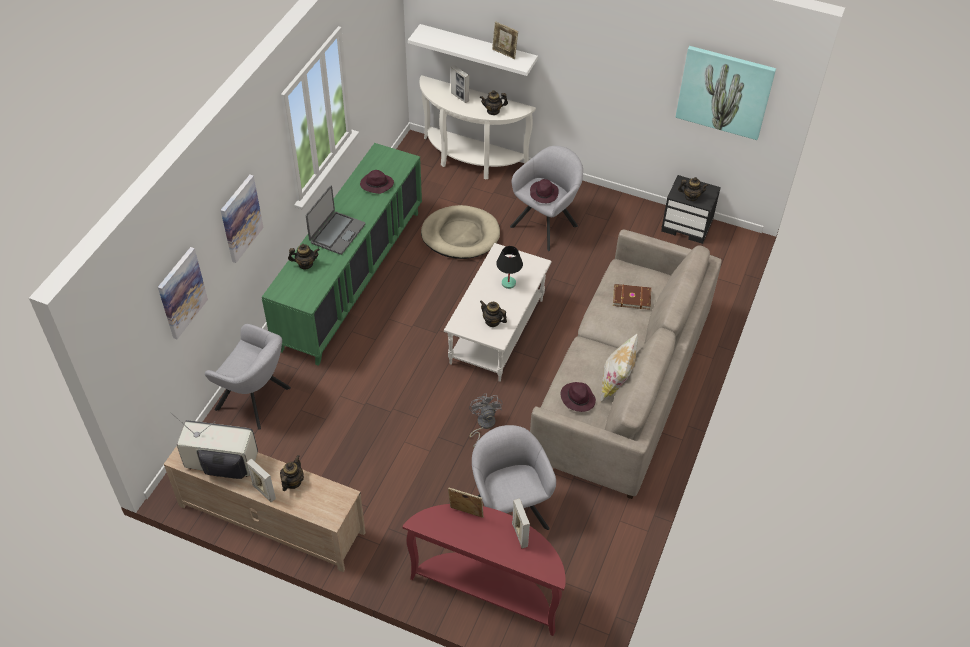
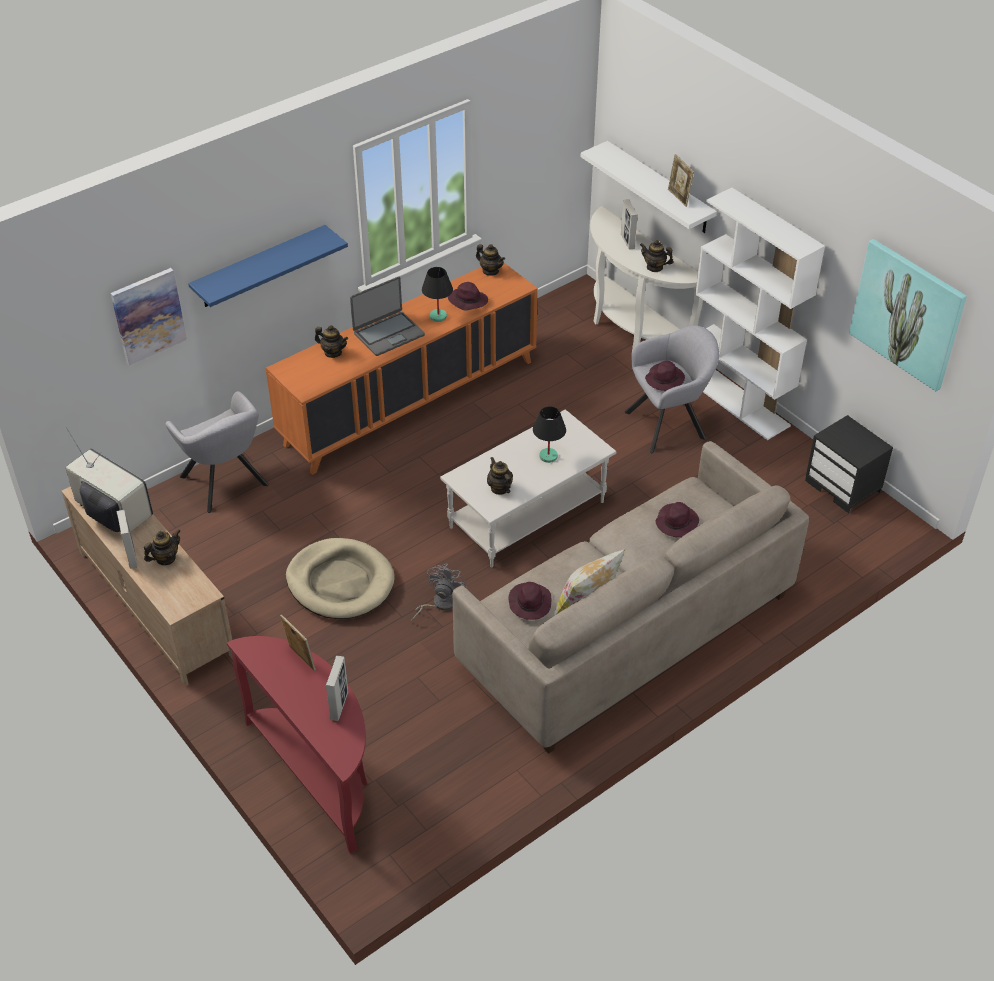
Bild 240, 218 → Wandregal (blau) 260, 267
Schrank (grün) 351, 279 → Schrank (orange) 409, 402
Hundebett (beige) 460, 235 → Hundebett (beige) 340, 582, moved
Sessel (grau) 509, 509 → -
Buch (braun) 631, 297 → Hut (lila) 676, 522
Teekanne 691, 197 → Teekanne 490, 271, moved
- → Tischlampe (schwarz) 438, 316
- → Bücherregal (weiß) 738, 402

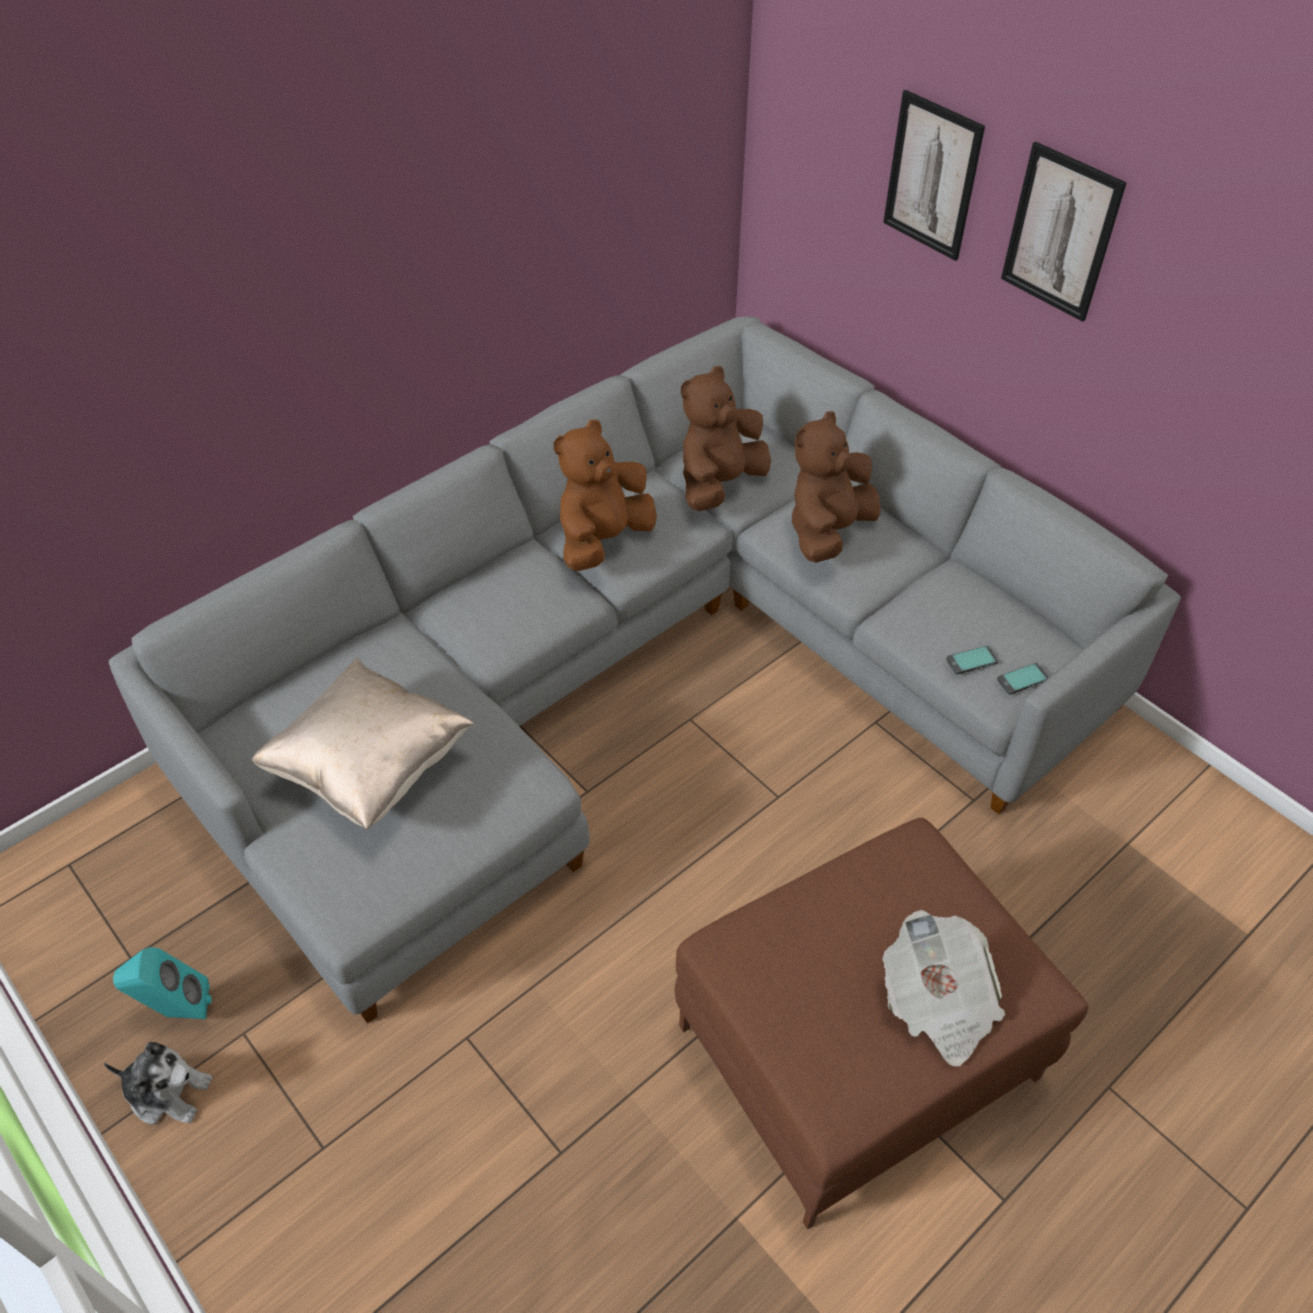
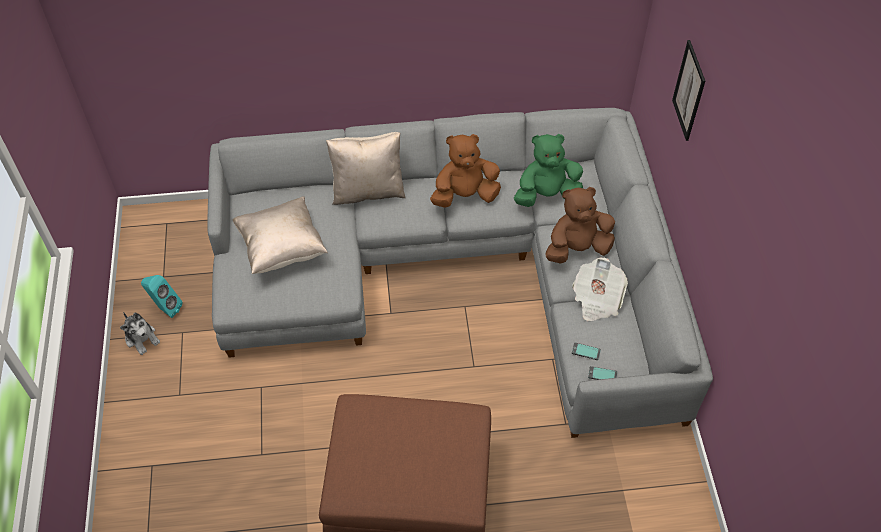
Plüschtier (braun) 719, 484 → Plüschtier (grün) 546, 195
Zeitung 938, 1003 → Zeitung 597, 299, moved
Bild 1061, 232 → -
- → Kissen (beige) 368, 191

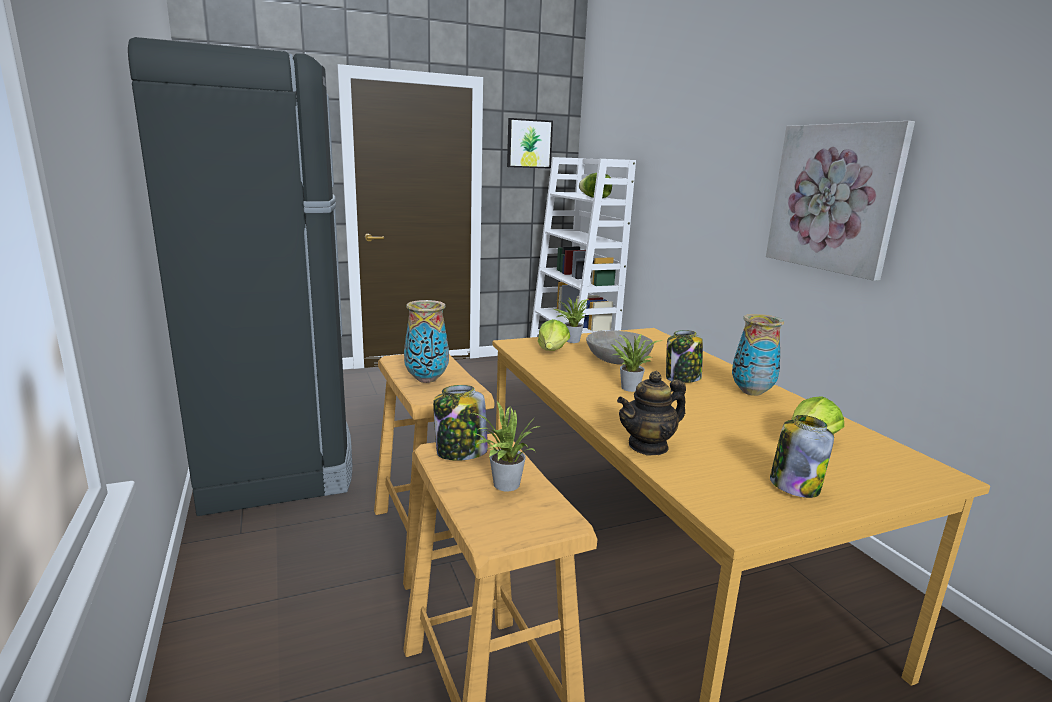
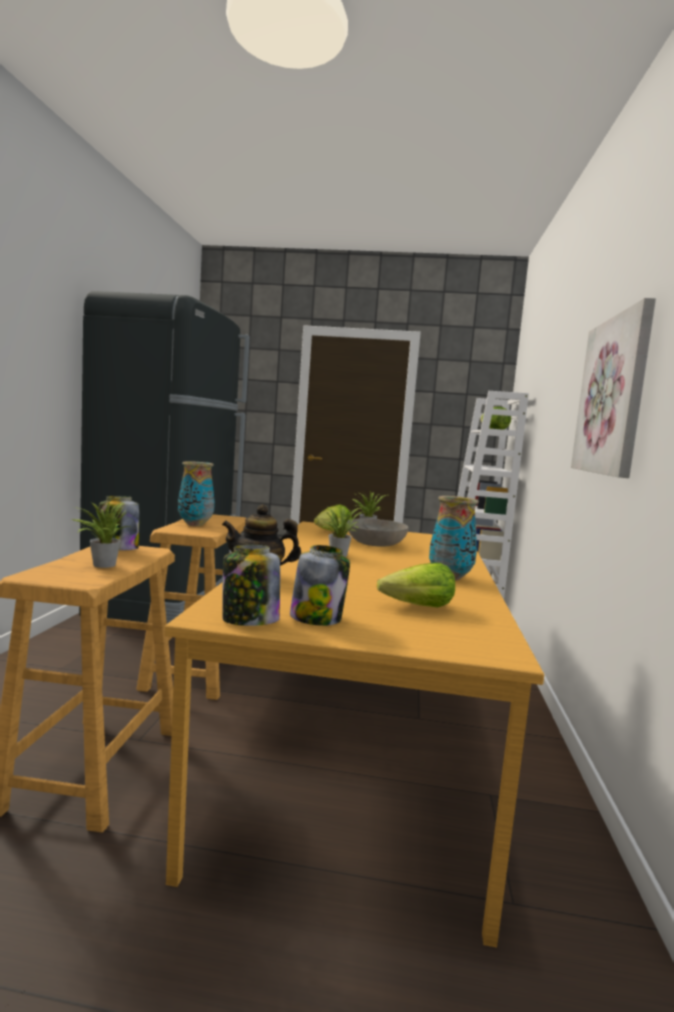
Bild 529, 143 → -
Vorratsglas 682, 378 → Vorratsglas 249, 620, moved

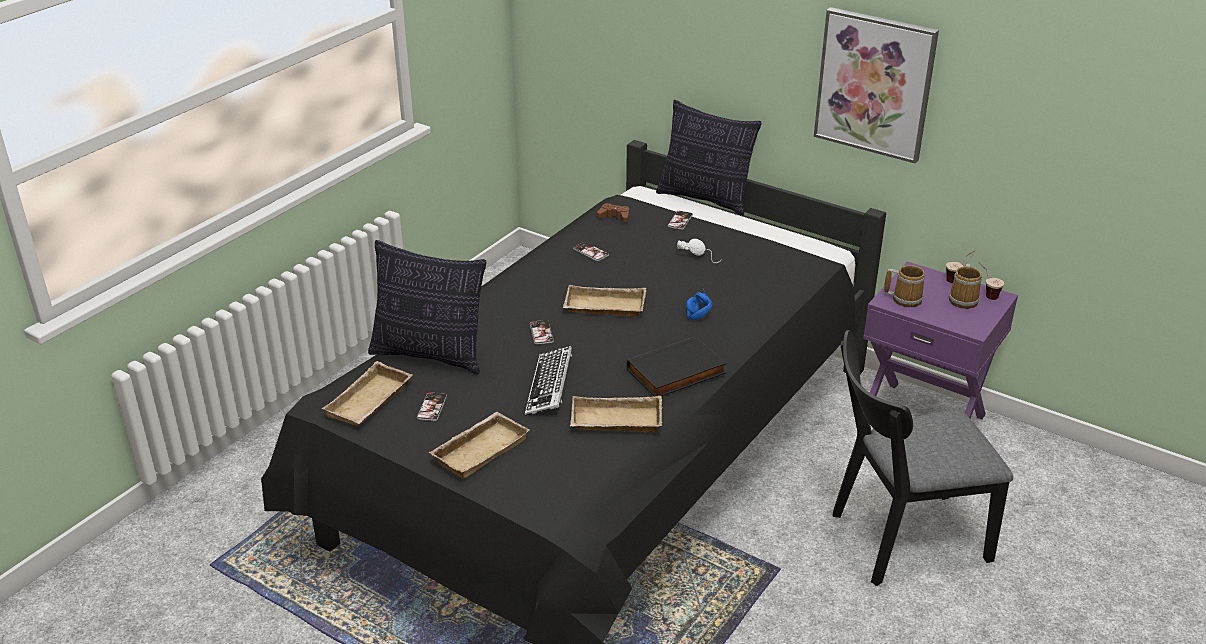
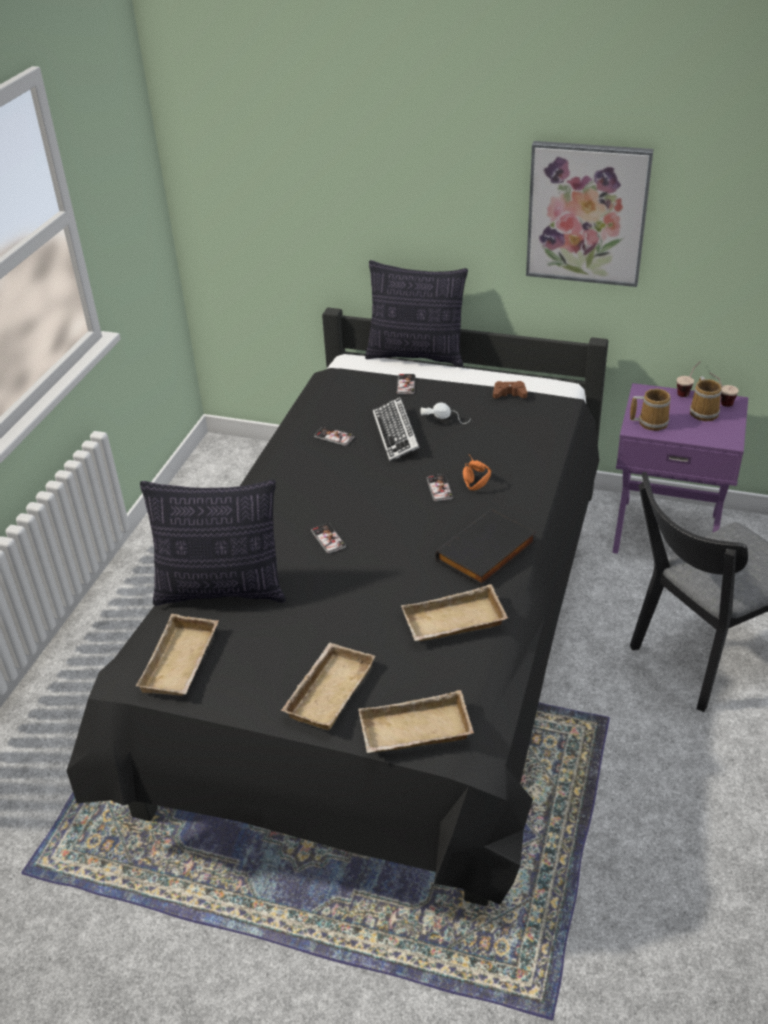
Handy 432, 407 → Handy 439, 488, moved
Tastatur 549, 386 → Tastatur 396, 434, moved
Tablett (beige) 603, 308 → Tablett (beige) 414, 733, moved
Gamepad (braun) 614, 217 → Gamepad (braun) 509, 394, moved
Kopfhörer (blau) 696, 308 → Kopfhörer (orange) 470, 477

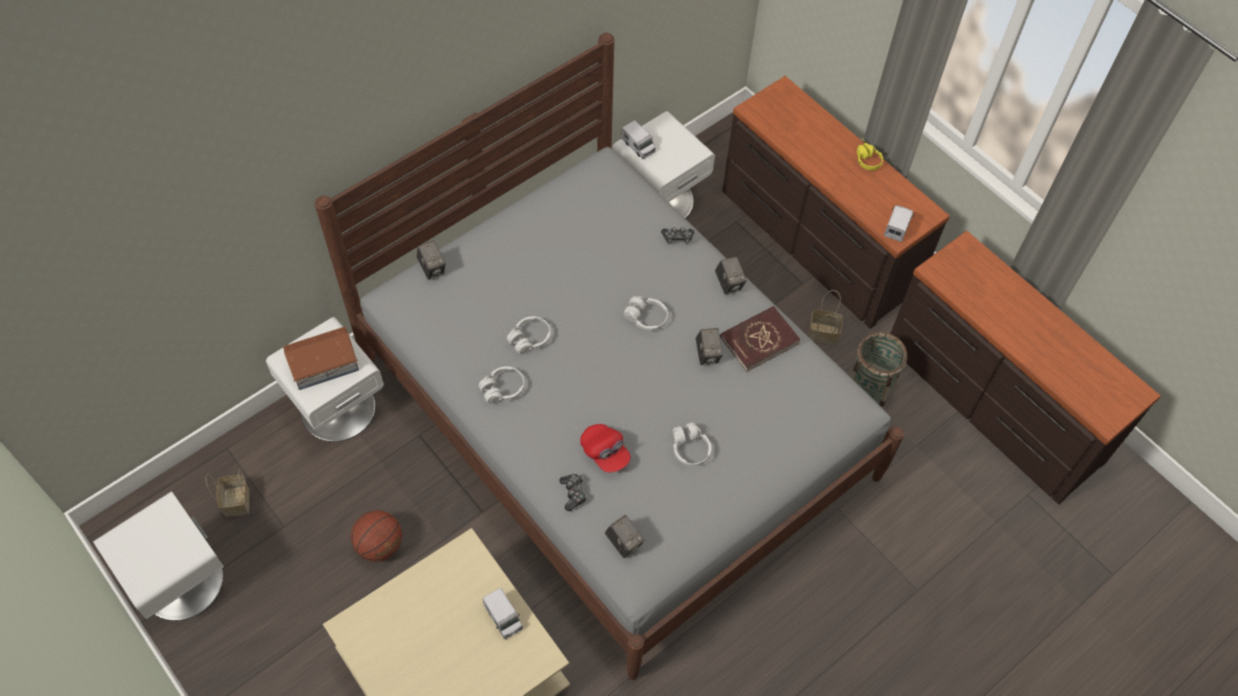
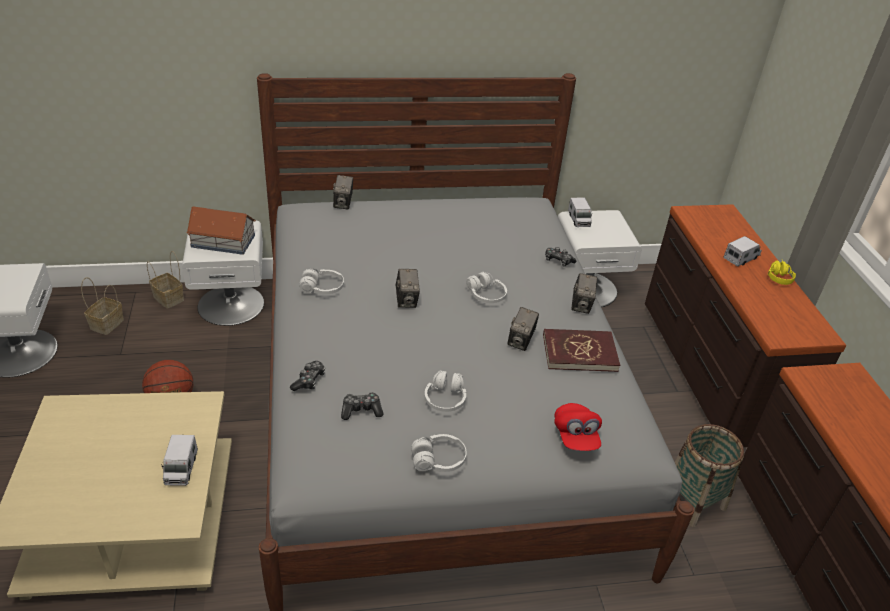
Kopfhörer (weiß) 529, 339 → Kopfhörer (weiß) 438, 460, moved
Kappe (rot) 605, 453 → Kappe (rot) 575, 436, moved
Kamera 624, 543 → Kamera 407, 300, moved
Korb 824, 333 → Korb 169, 299, moved
Spielzeuglaster 897, 226 → Spielzeuglaster 741, 258, moved
- → Gamepad 361, 410

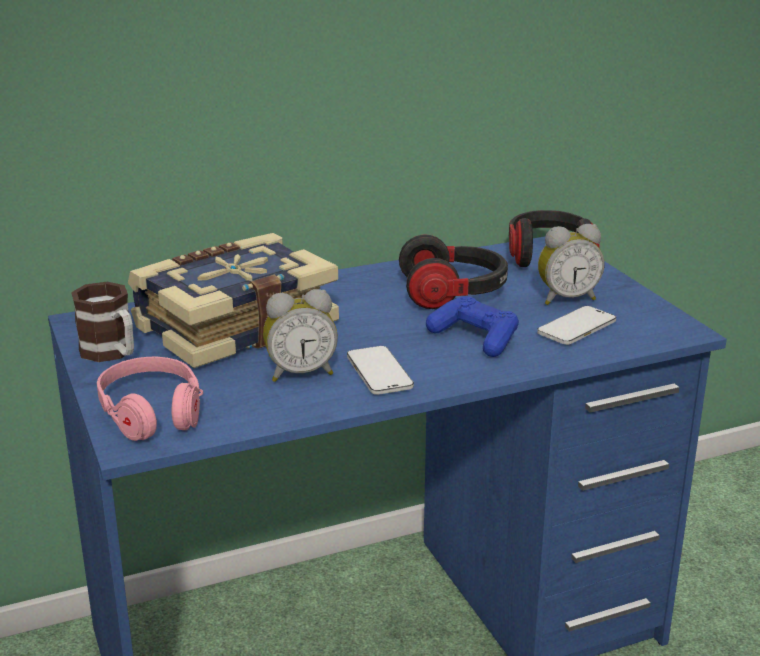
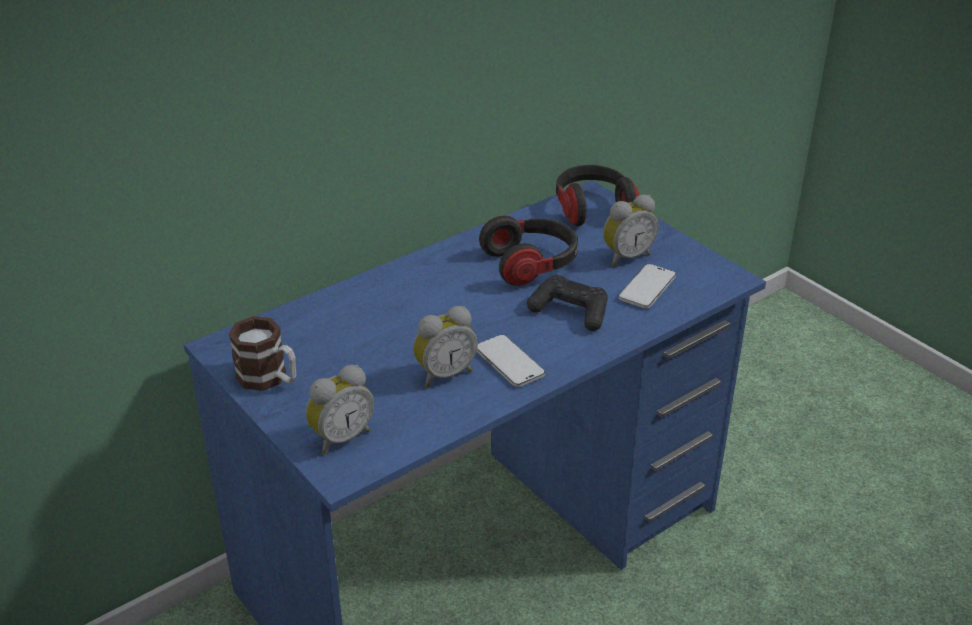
Kopfhörer (rosa) 152, 412 → Wecker 340, 437
Buch 233, 324 → -
Gamepad (blau) 475, 338 → Gamepad (schwarz) 570, 312

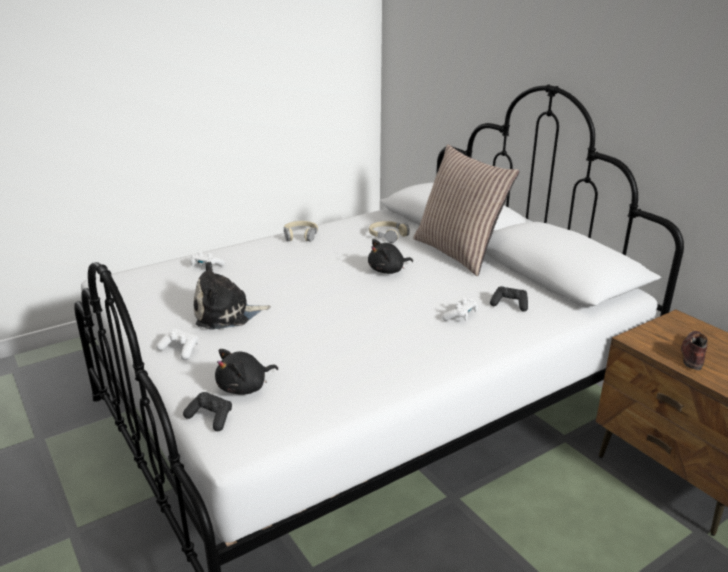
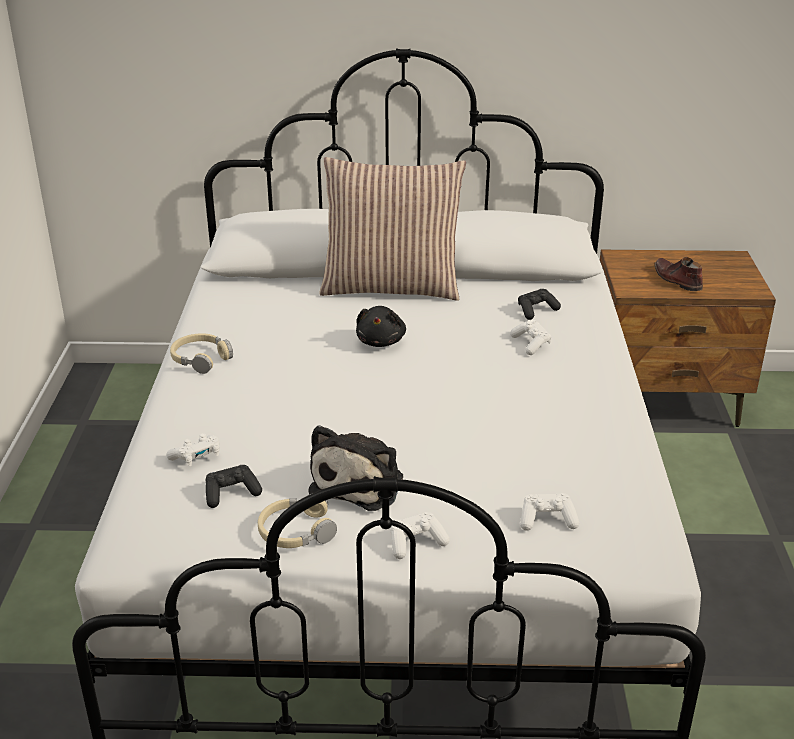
Gamepad (schwarz) 210, 418 → Gamepad (schwarz) 231, 493, moved
Plüschtier (schwarz) 245, 387 → Gamepad (weiß) 547, 520
Kopfhörer (beige) 387, 235 → Kopfhörer (beige) 296, 531, moved

